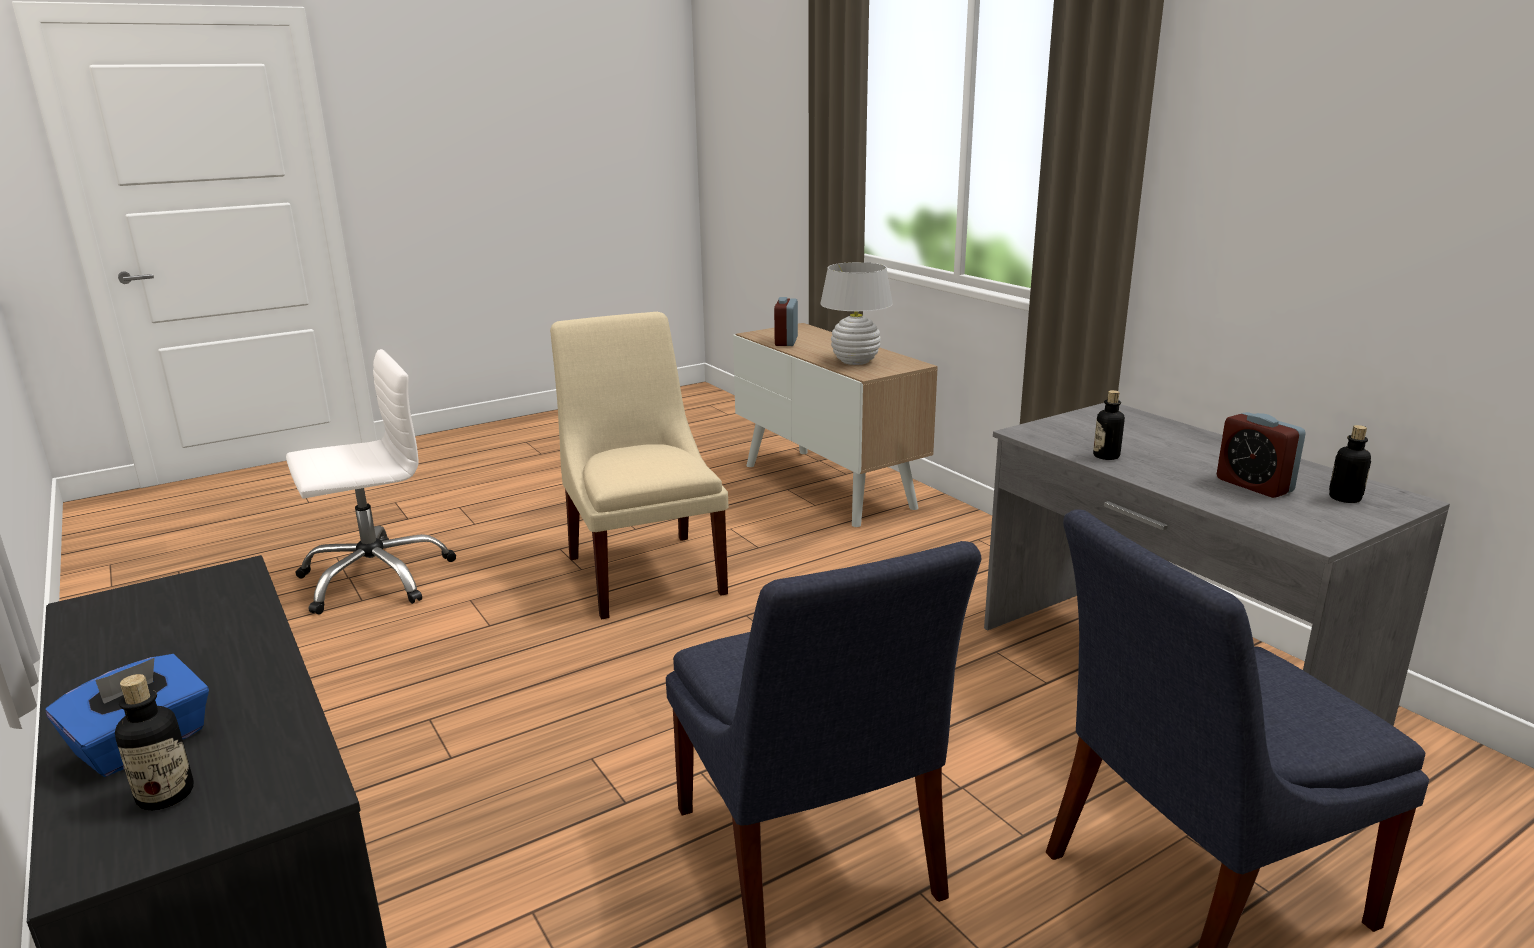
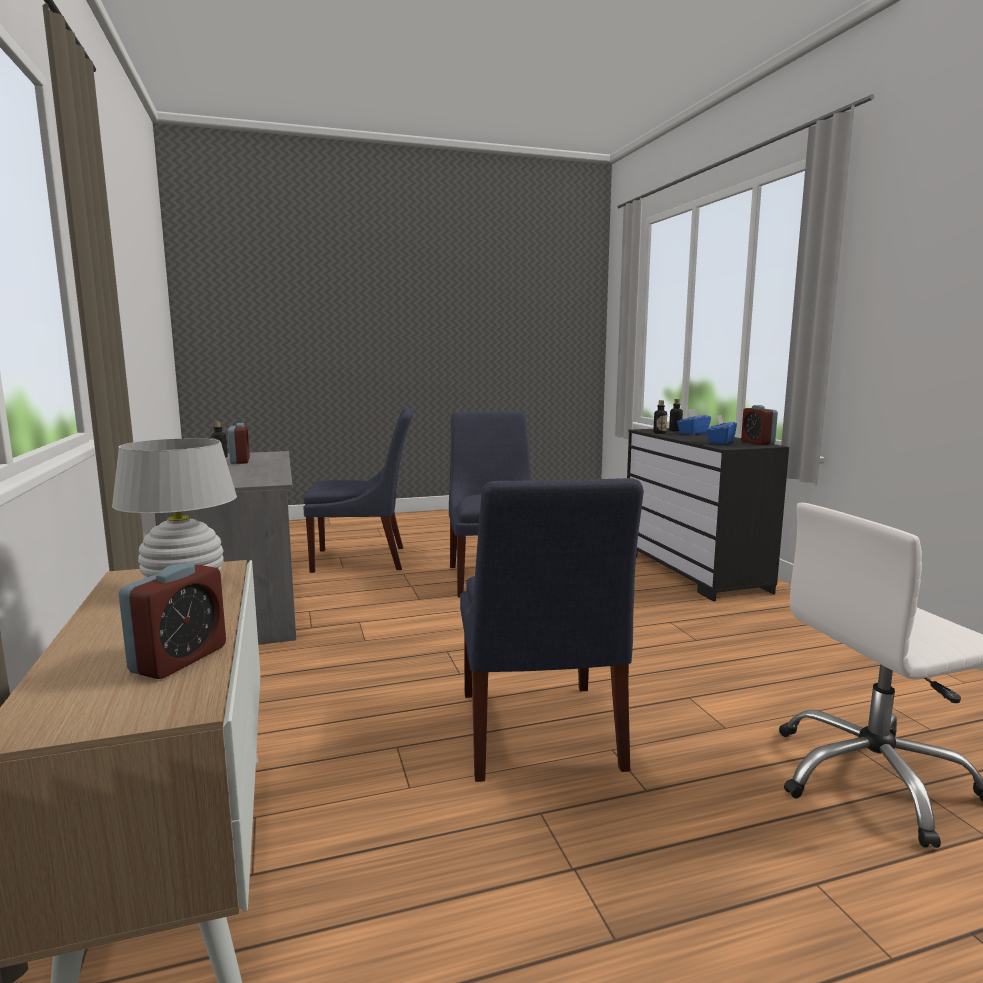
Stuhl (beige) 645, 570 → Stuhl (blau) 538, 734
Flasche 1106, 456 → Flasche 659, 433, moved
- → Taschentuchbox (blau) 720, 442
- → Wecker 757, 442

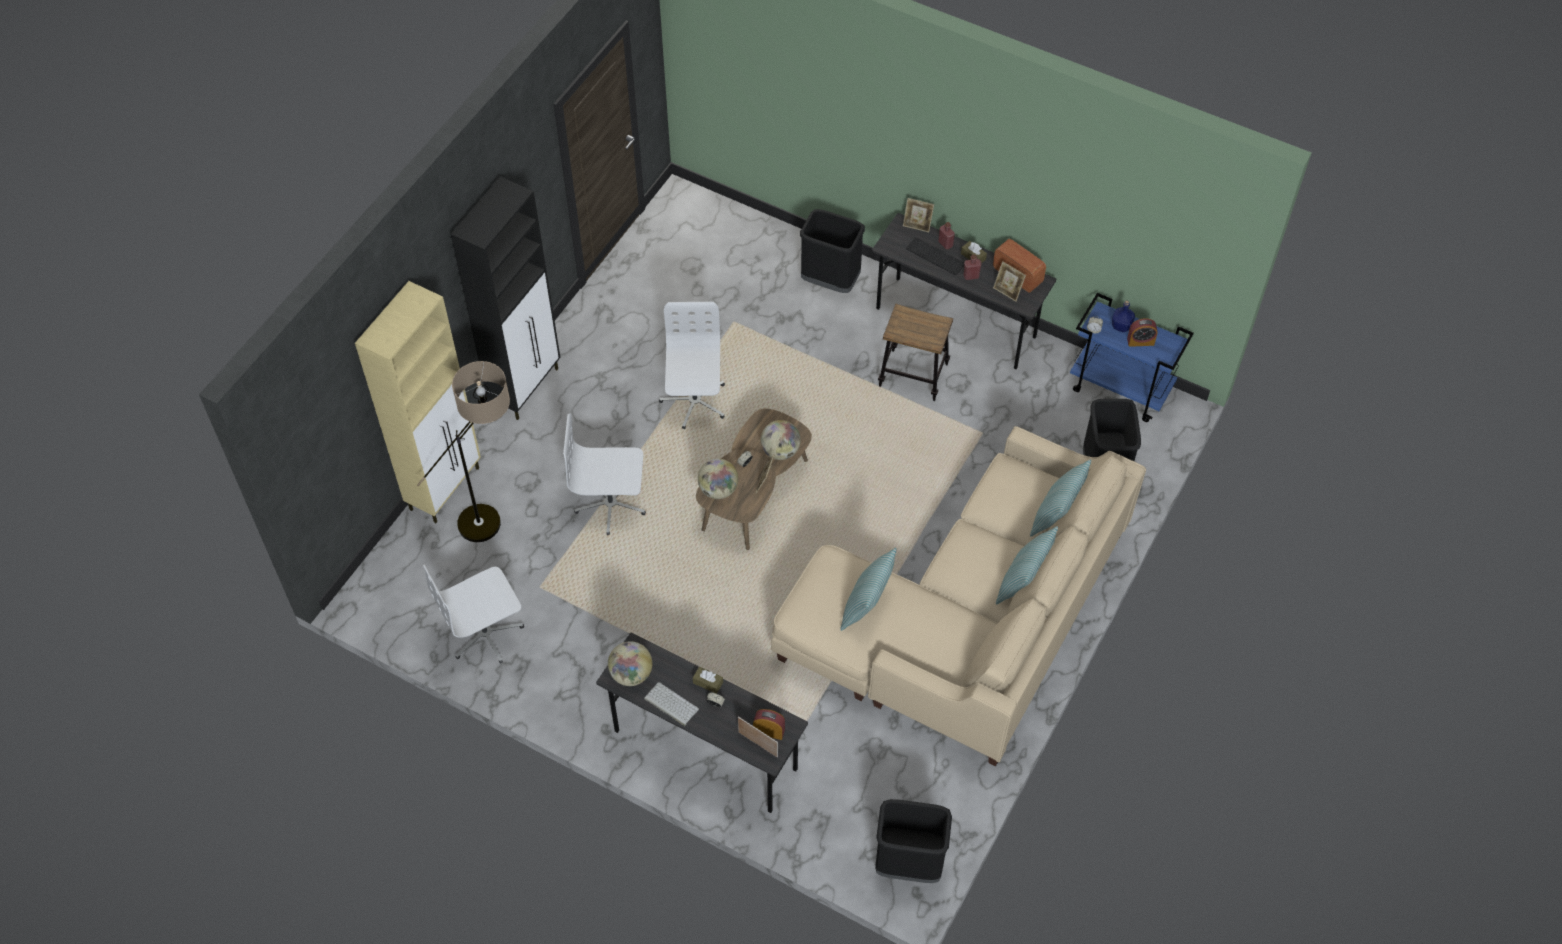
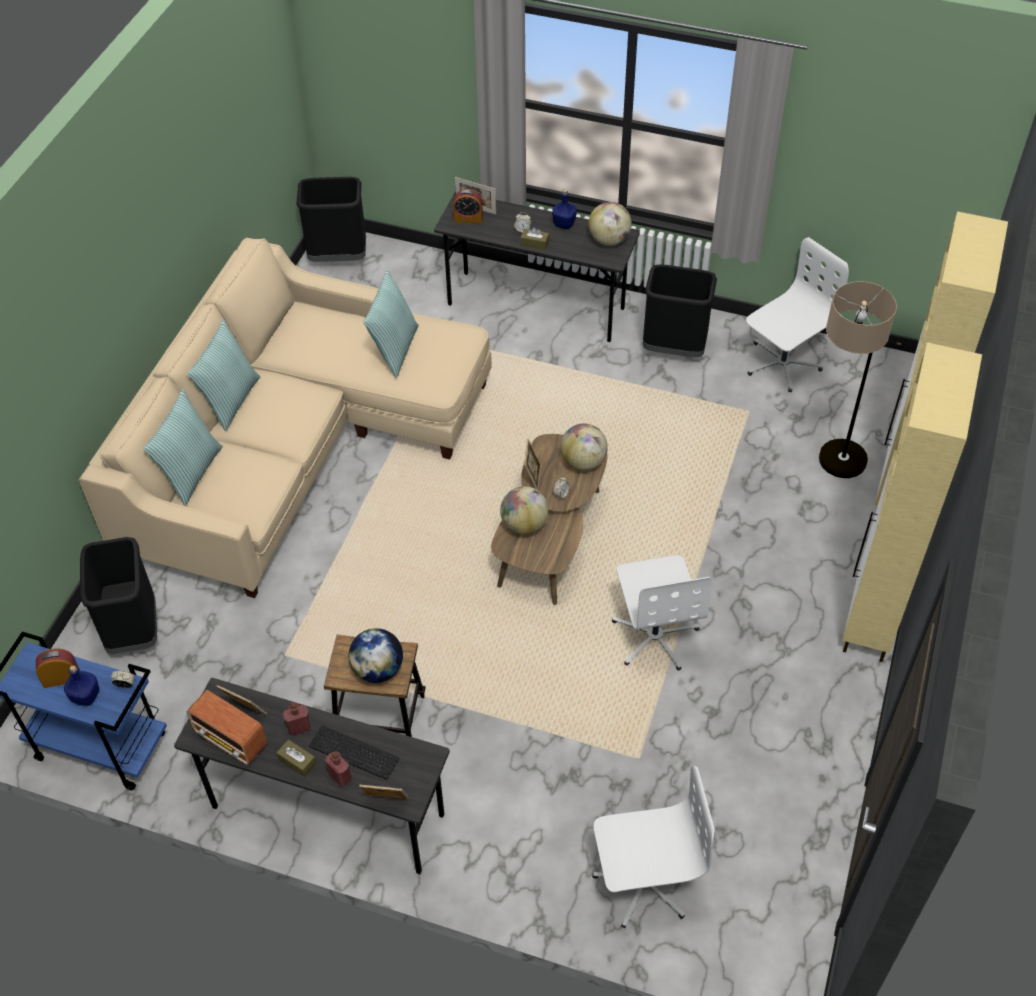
Schrank (schwarz) 526, 387 → Schrank (beige) 870, 620
Bürostuhl (weiß) 611, 504 → Bürostuhl (weiß) 643, 882, moved
Tastatur 670, 704 → Flasche (blau) 564, 224
Mülleimer (schwarz) 831, 281 → Mülleimer (schwarz) 673, 349, moved
- → Globus 378, 669

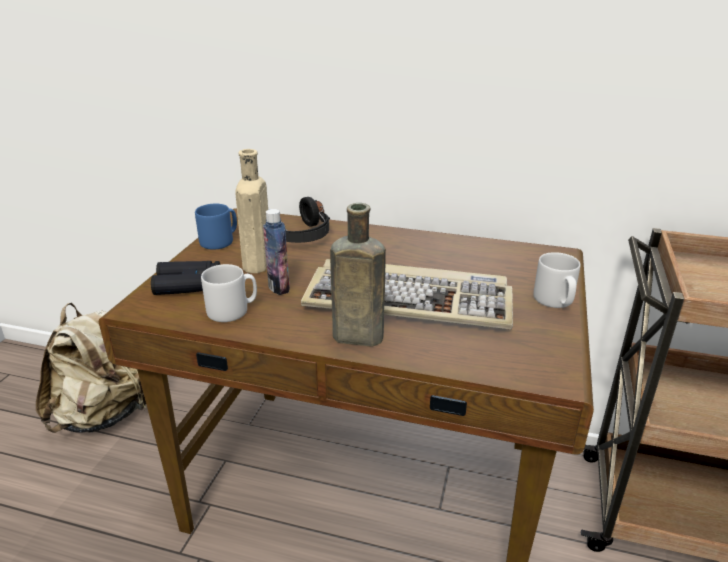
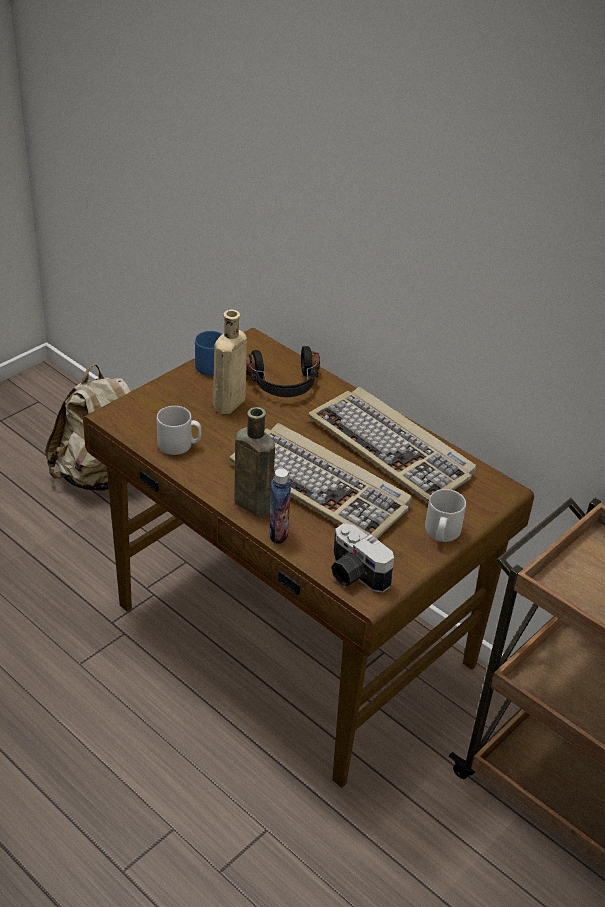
Fernglas (schwarz) 189, 285 → -
Flasche 279, 287 → Flasche 278, 533, moved
- → Tastatur 392, 449
- → Kamera 354, 575

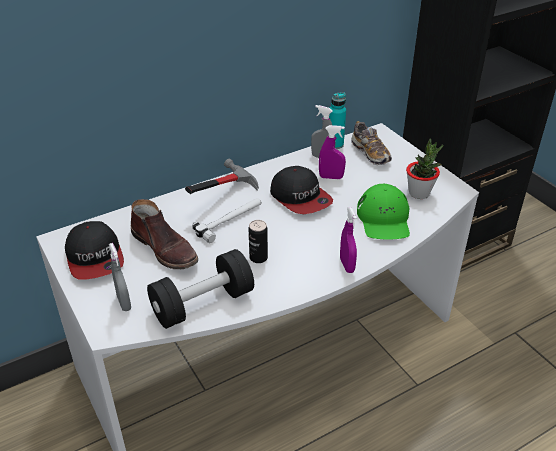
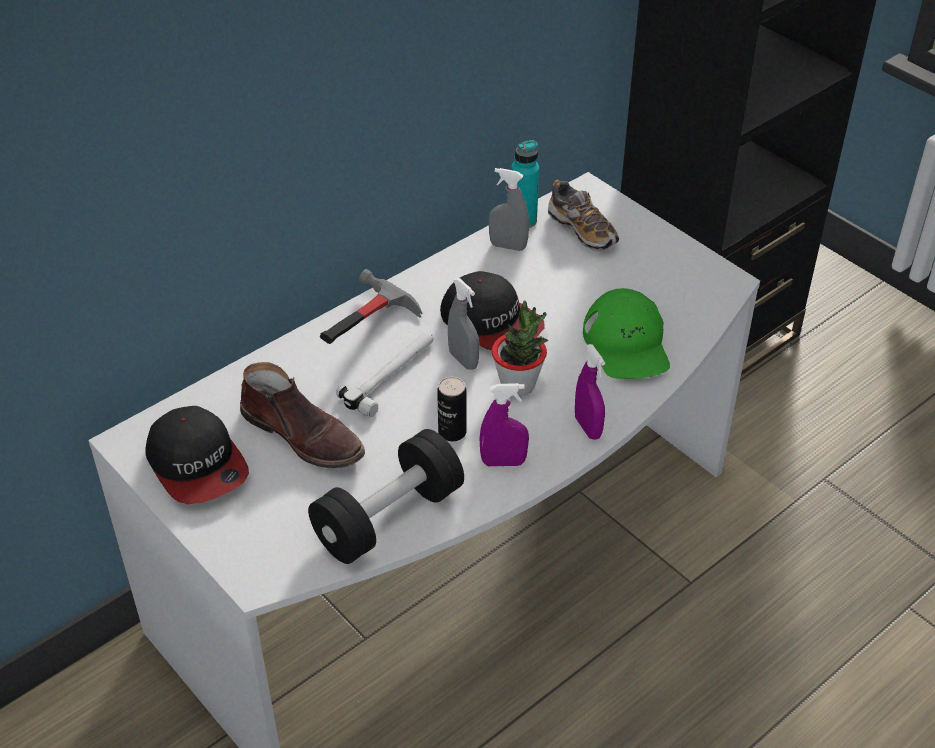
Sprühflasche (grau) 124, 303 → Sprühflasche (grau) 463, 360, moved
Sprühflasche (lila) 331, 177 → Sprühflasche (lila) 503, 462, moved
Topfpflanze 419, 193 → Topfpflanze 518, 384, moved

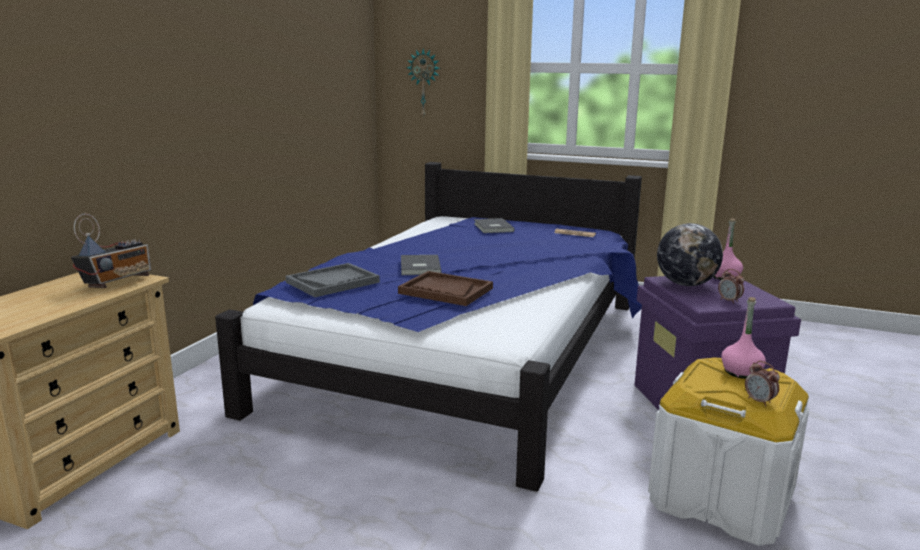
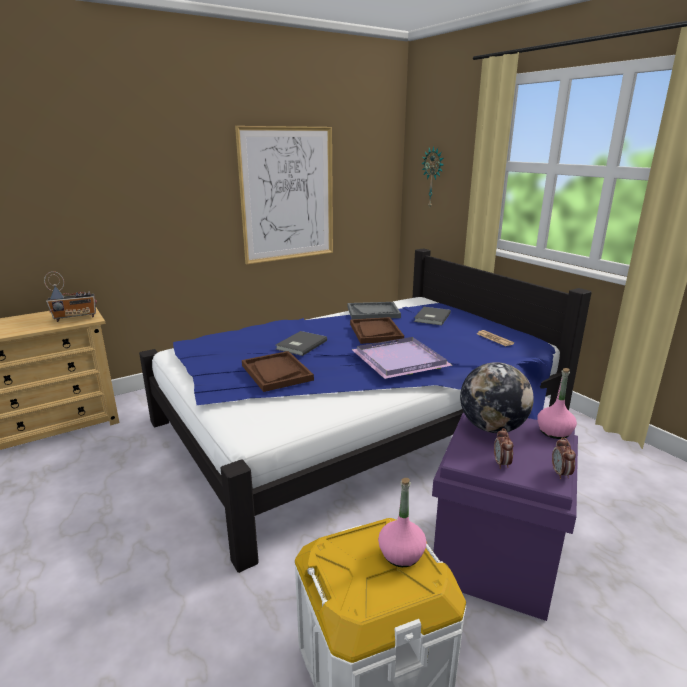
Tablett (grau) 333, 282 → Tablett (grau) 373, 312, moved
Wecker 759, 401 → Wecker 560, 474, moved
- → Bild 287, 195
- → Tablett (braun) 375, 332
- → Tablett (lila) 402, 360

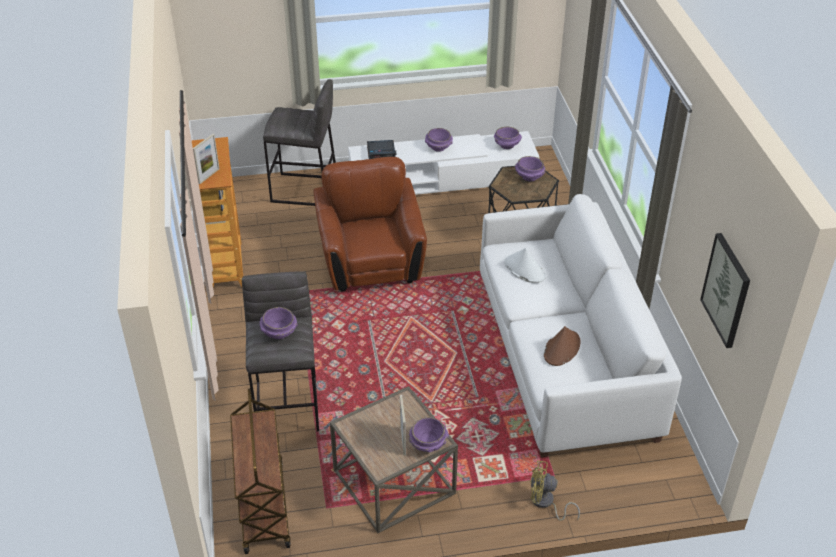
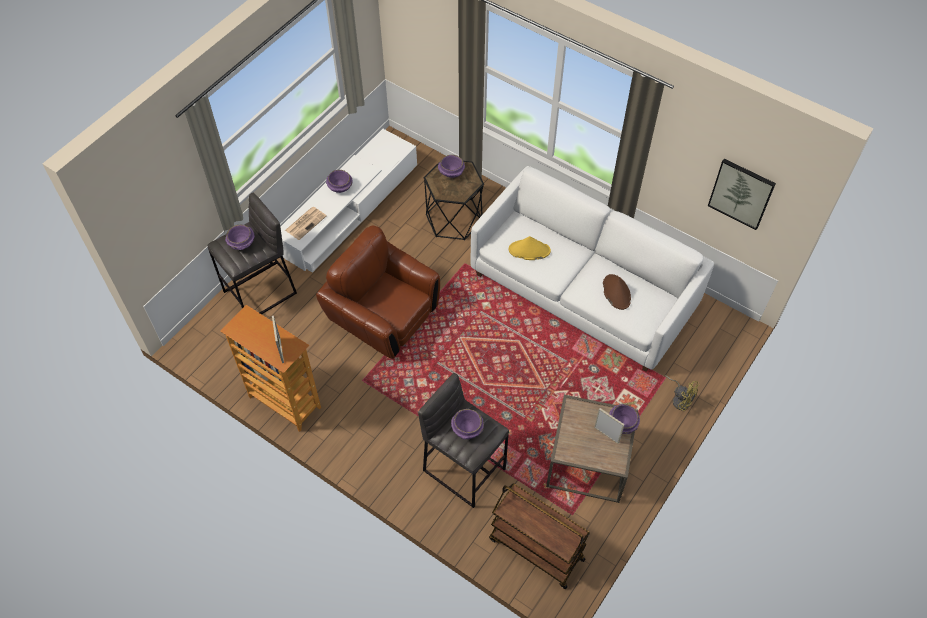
Wecker 381, 154 → Zeitung 306, 223
Schüssel (lila) 506, 146 → Schüssel (lila) 242, 244, moved
Hut (weiß) 524, 269 → Hut (gelb) 529, 250
Ventilator (gelb) 545, 503 → Ventilator (gelb) 680, 399, 105 degrees counterclockwise

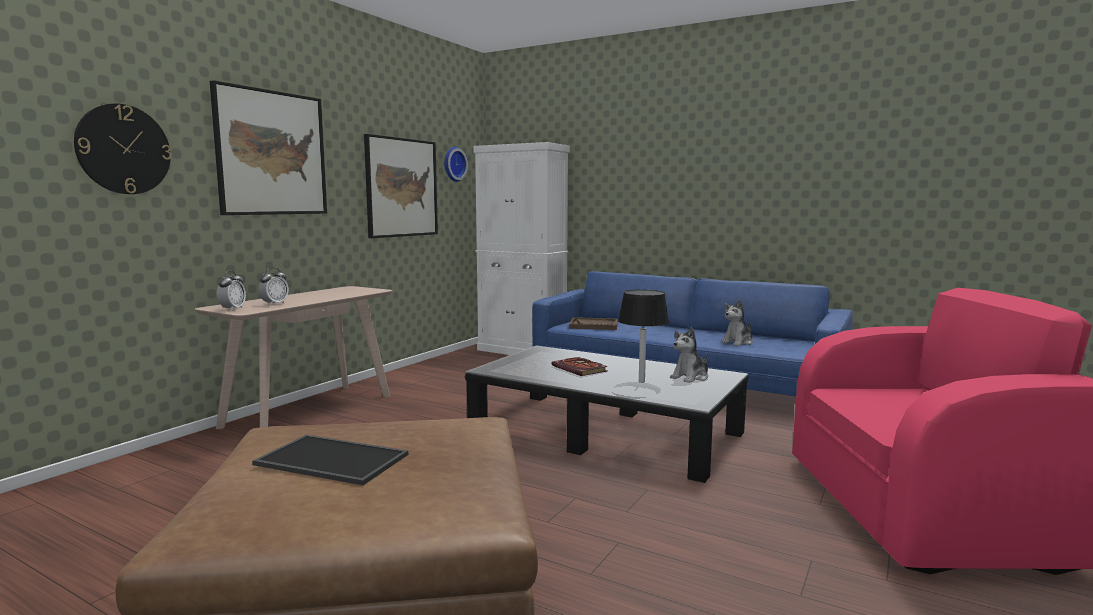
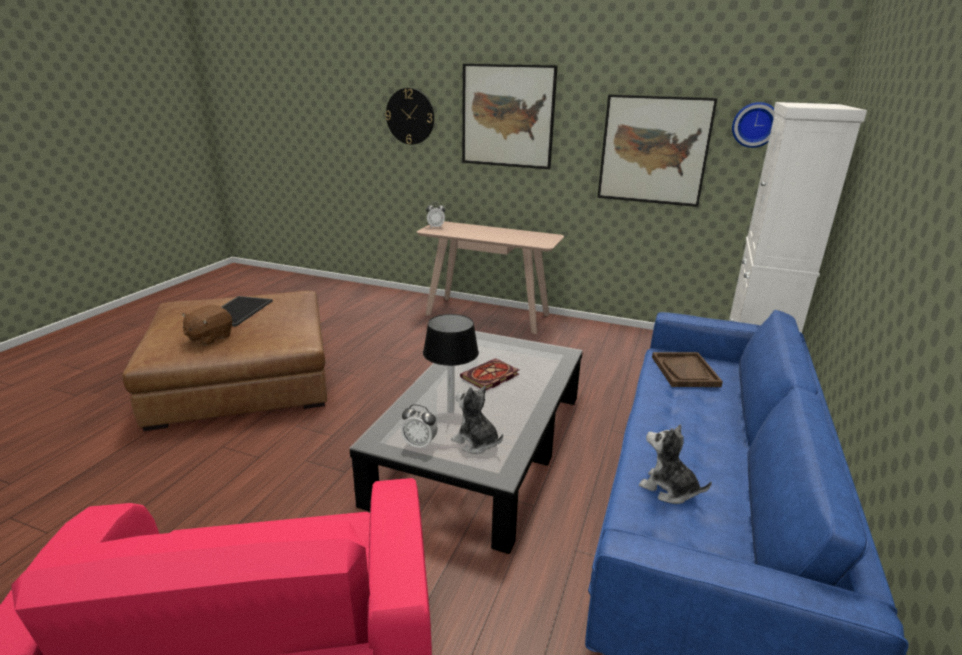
Wecker 274, 304 → Wecker 419, 444, moved
- → Plüschtier (braun) 209, 337

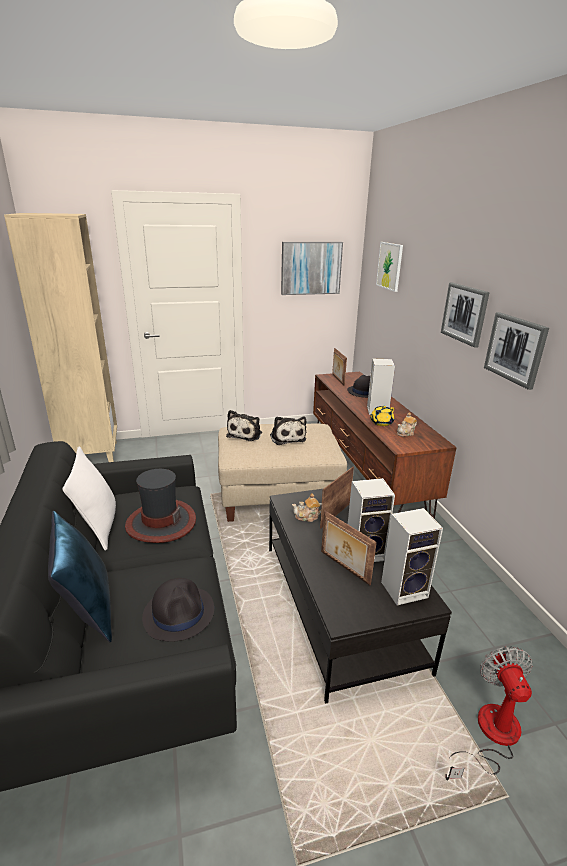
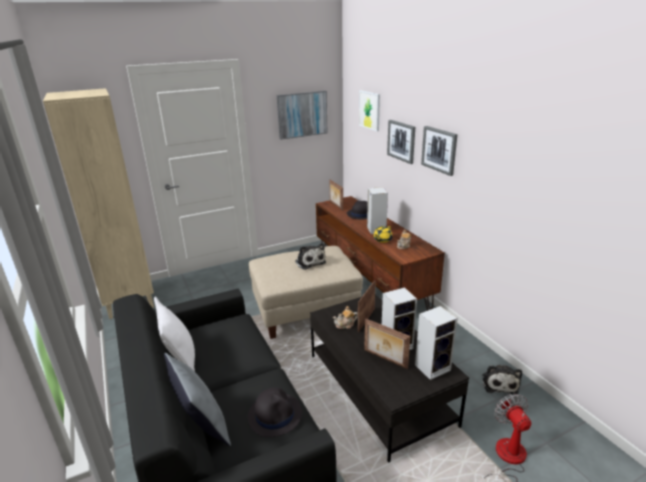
Kissen (blau) 88, 609 → Kissen (grau) 201, 425
Hut 160, 522 → -
Plüschtier 246, 434 → Plüschtier 499, 383, moved
Bild 515, 349 → Bild 401, 141, moved

